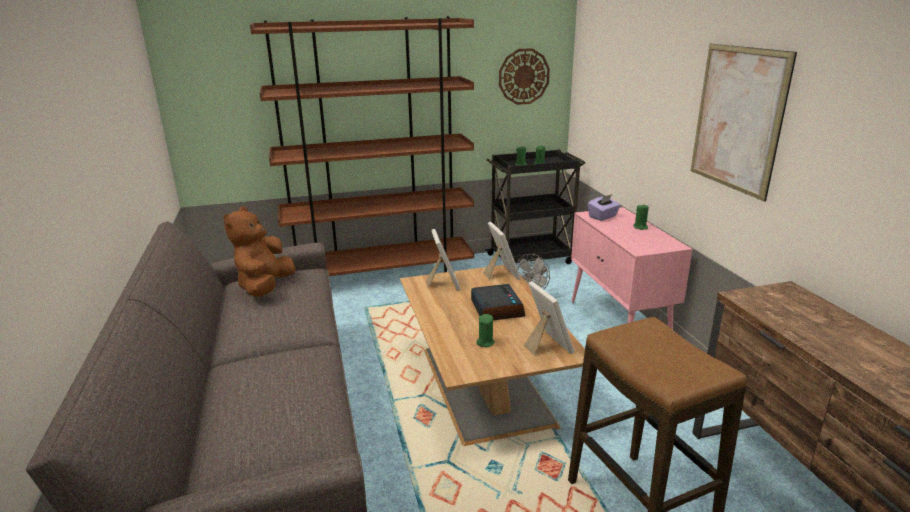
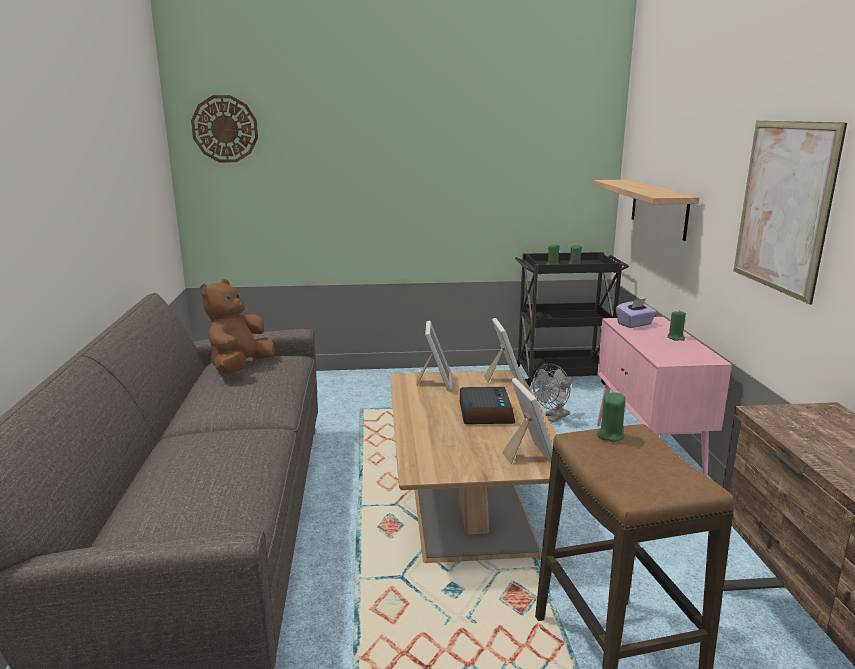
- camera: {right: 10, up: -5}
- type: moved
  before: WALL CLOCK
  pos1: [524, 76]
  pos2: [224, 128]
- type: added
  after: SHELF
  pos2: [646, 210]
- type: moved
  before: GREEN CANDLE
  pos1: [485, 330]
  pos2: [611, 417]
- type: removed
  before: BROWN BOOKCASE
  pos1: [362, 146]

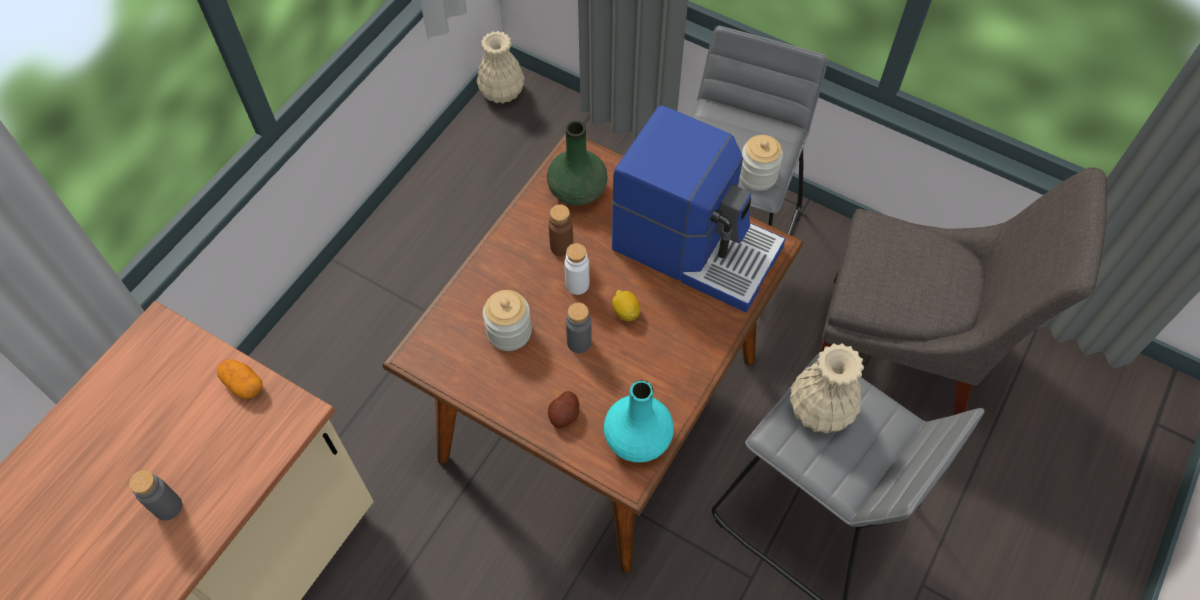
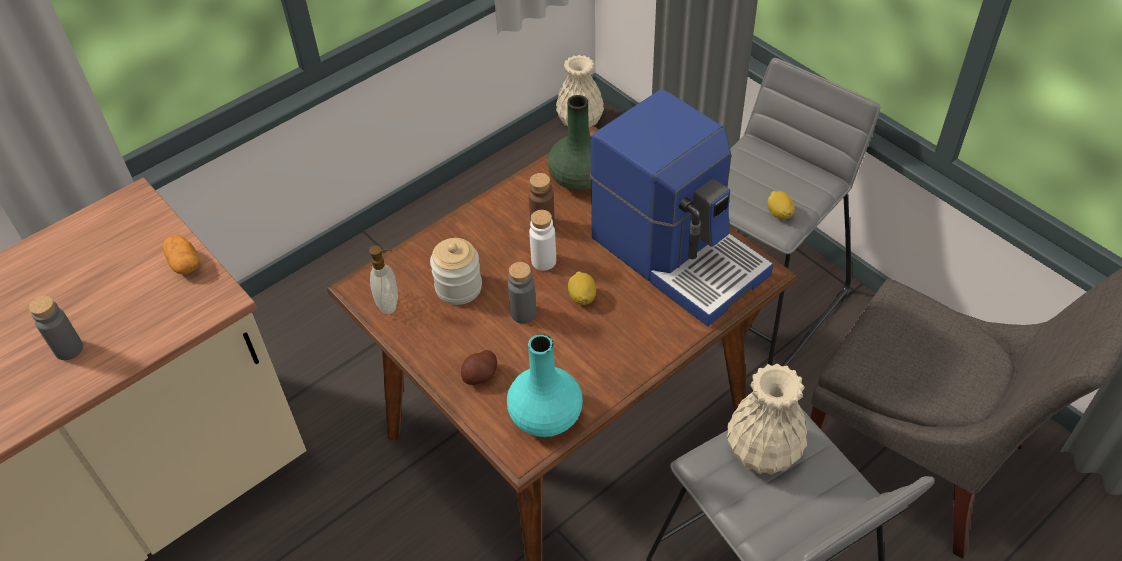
- camera: {right: 20, up: -10}
- type: added
  after: SOAP DISPENSER
  pos2: [383, 280]
- type: replaced
  before: JAR
  after: LEMON
  pos1: [761, 163]
  pos2: [781, 205]

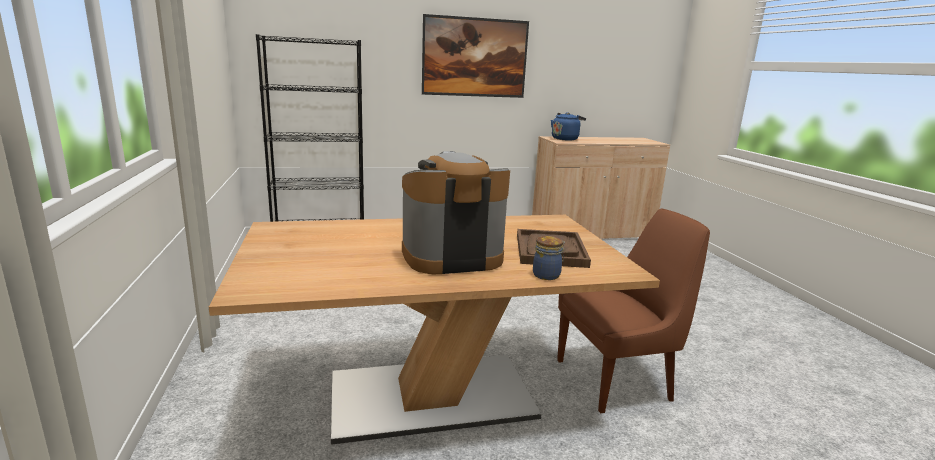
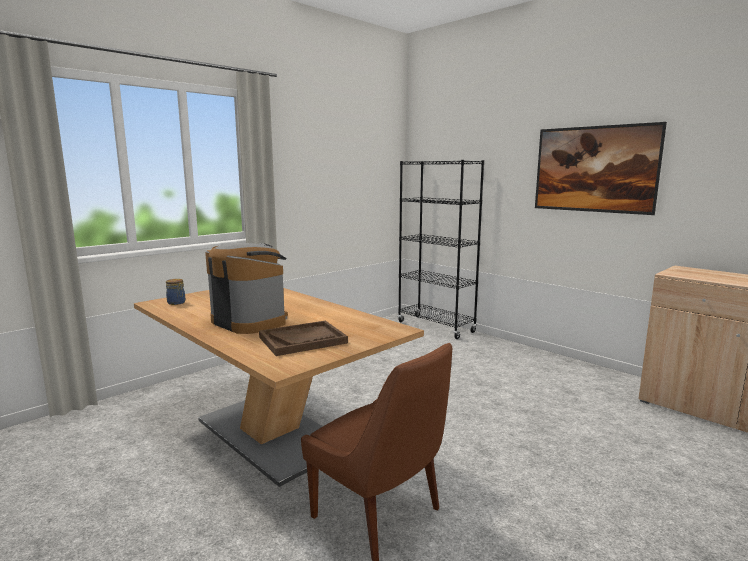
- camera: {right: 60, up: -5}
- type: moved
  before: JAR
  pos1: [549, 258]
  pos2: [175, 292]
- type: removed
  before: BLUE KETTLE
  pos1: [568, 126]

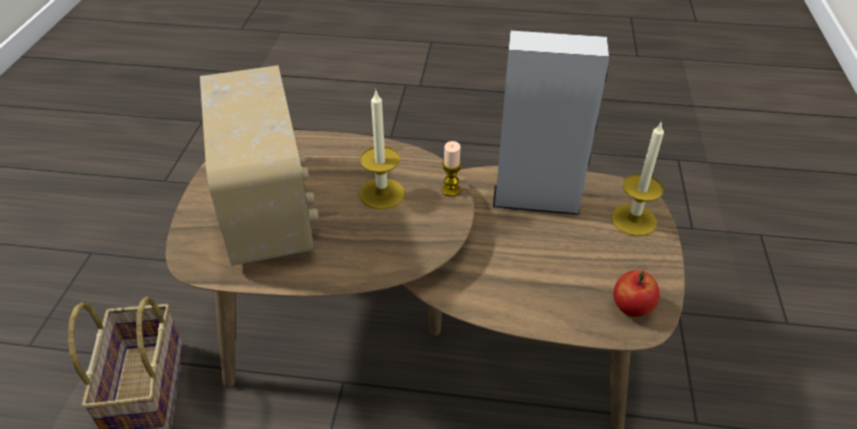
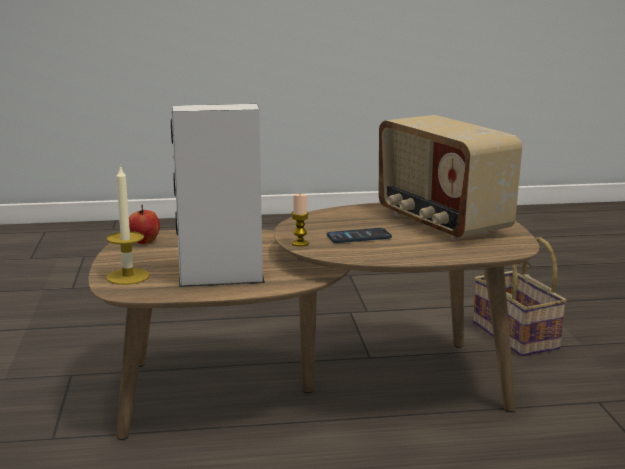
- camera: {right: 165, up: -25}
- type: replaced
  before: CANDLE
  after: PHONE
  pos1: [382, 149]
  pos2: [359, 235]

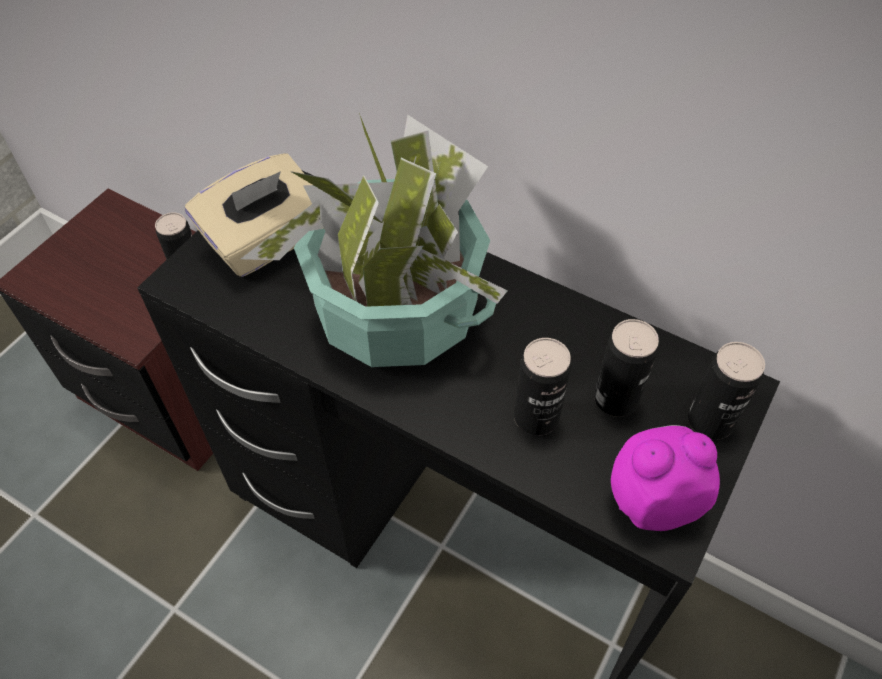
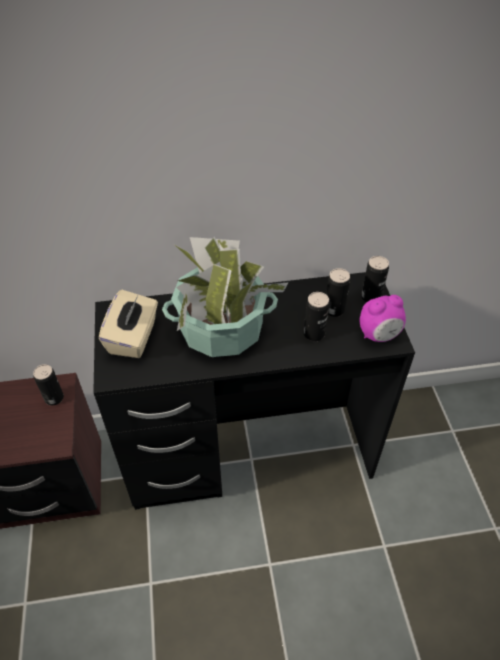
- camera: {right: -40, up: -5}
- type: turned
  before: ALARM CLOCK
  pos1: [665, 478]
  pos2: [383, 318]
  turn: -150

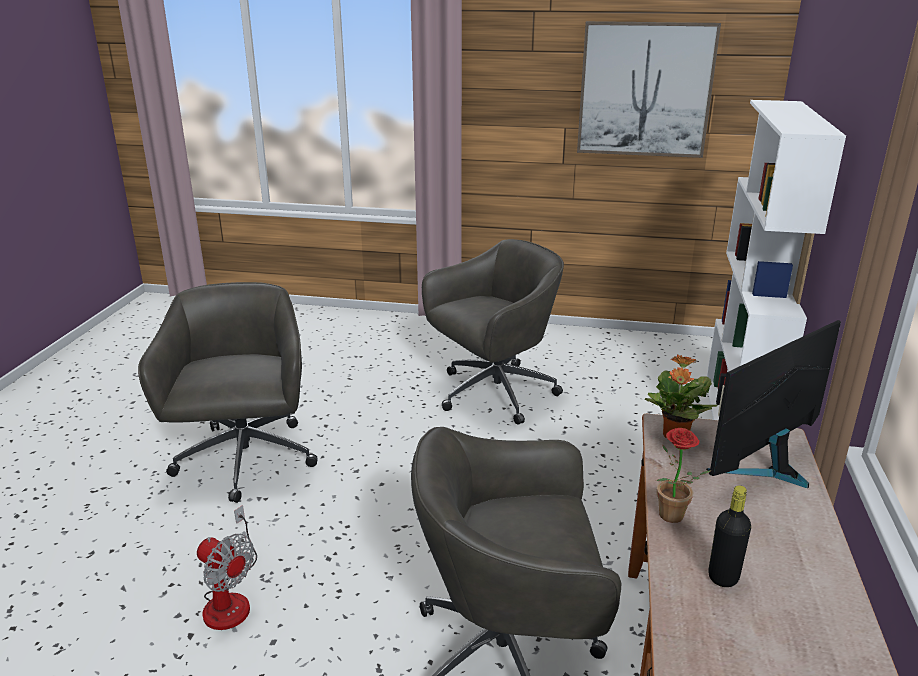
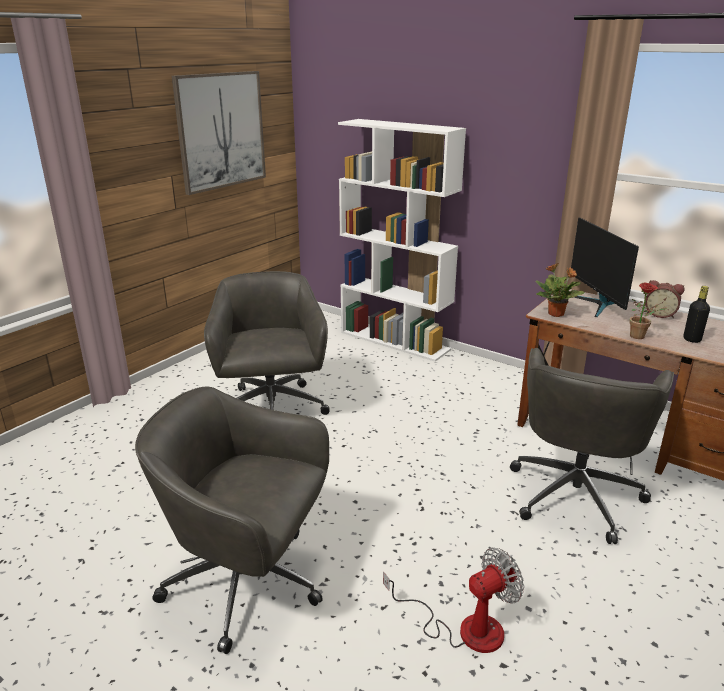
- camera: {right: -65, up: 0}
- type: added
  after: ALARM CLOCK
  pos2: [665, 299]

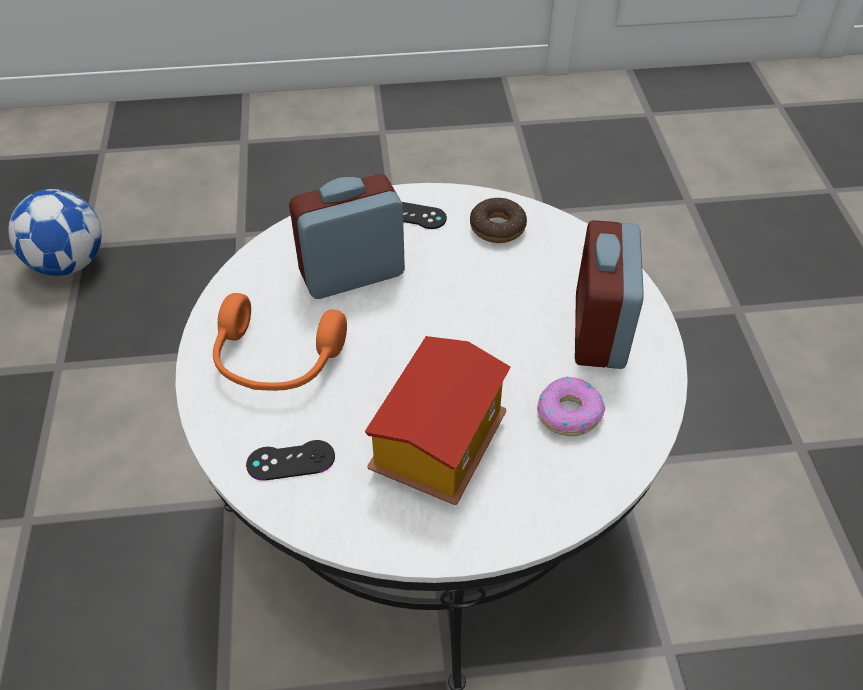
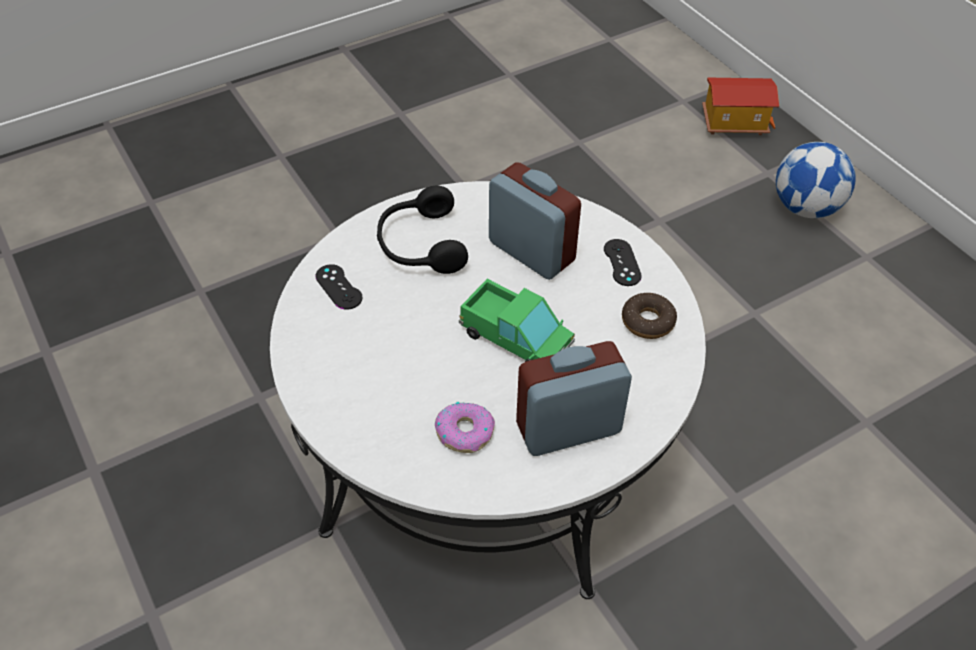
- camera: {right: 65, up: 0}
- type: recoloured
  before: ORANGE HEADPHONES
  after: BLACK HEADPHONES
  pos1: [280, 342]
  pos2: [422, 230]
- type: added
  after: TOY TRUCK
  pos2: [517, 320]
- type: moved
  before: TOY HOUSE
  pos1: [438, 420]
  pos2: [740, 106]
- type: moved
  before: FOOTBALL
  pos1: [55, 232]
  pos2: [816, 180]

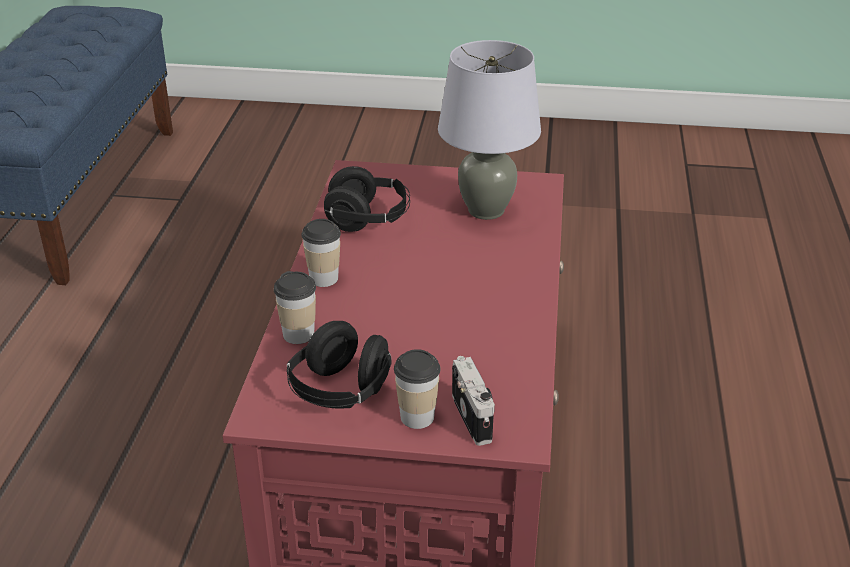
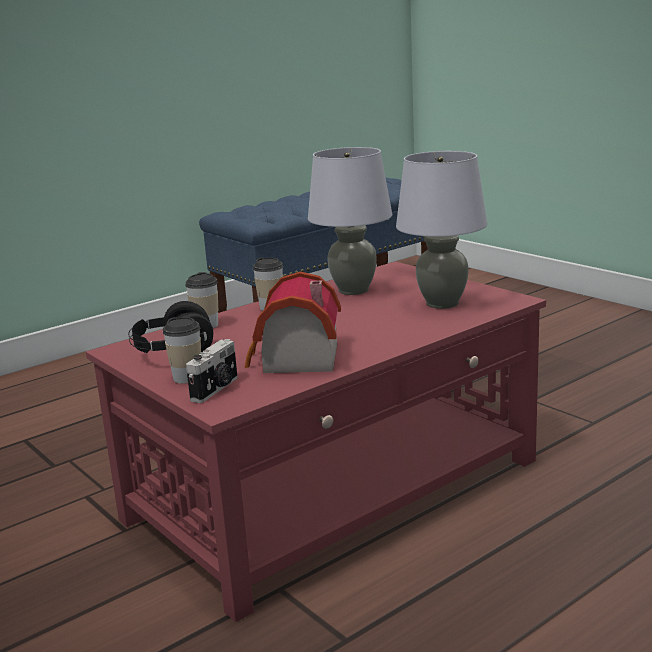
- camera: {right: 45, up: -15}
- type: added
  after: TOY HOUSE
  pos2: [293, 322]
- type: replaced
  before: BLACK HEADPHONES
  after: GREY TABLE LAMP
  pos1: [367, 199]
  pos2: [350, 221]

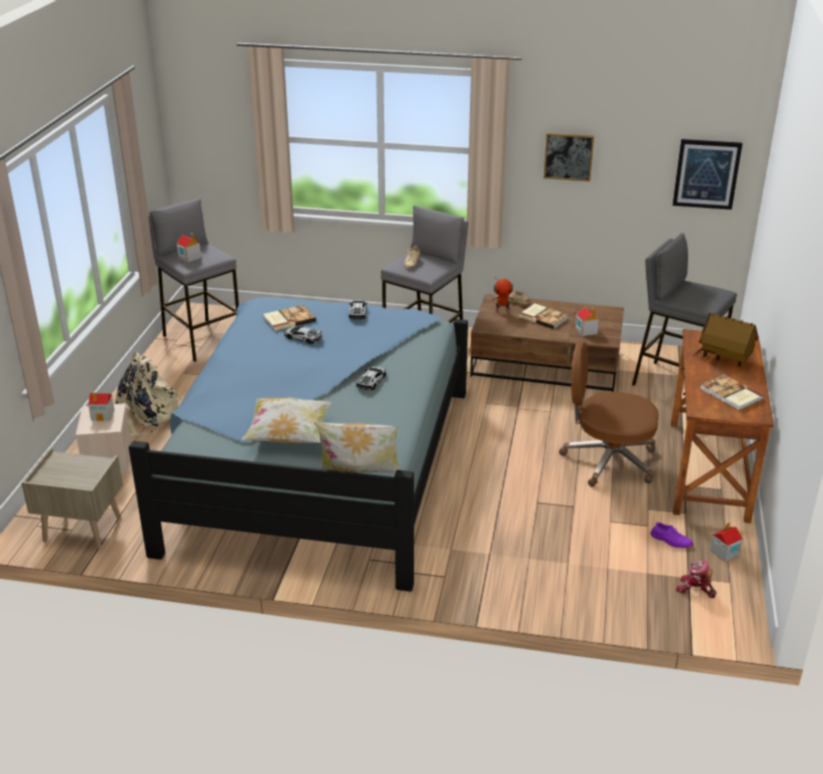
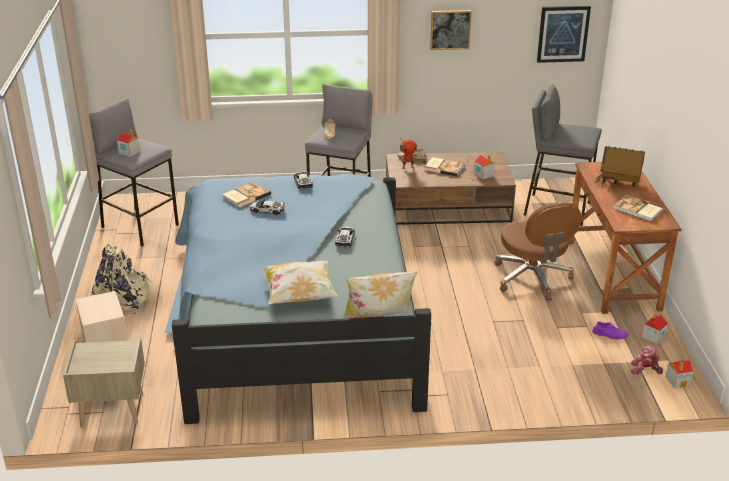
- camera: {right: -15, up: 0}
- type: turned
  before: BROWN OFFICE CHAIR
  pos1: [609, 414]
  pos2: [537, 251]
  turn: -105
- type: moved
  before: TOY HOUSE
  pos1: [101, 407]
  pos2: [680, 374]

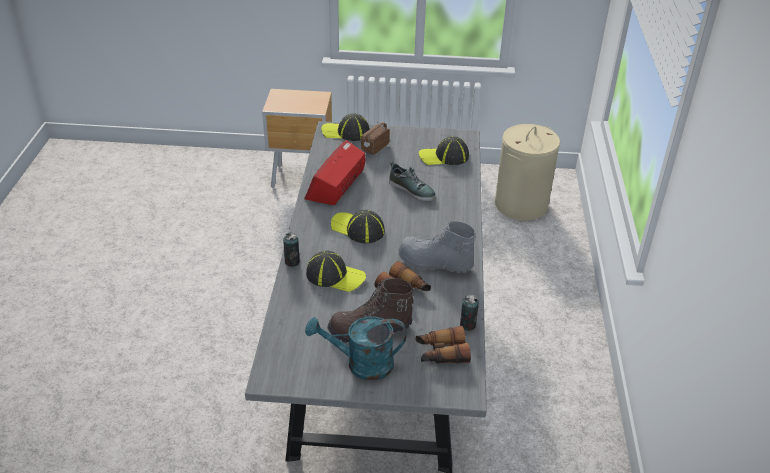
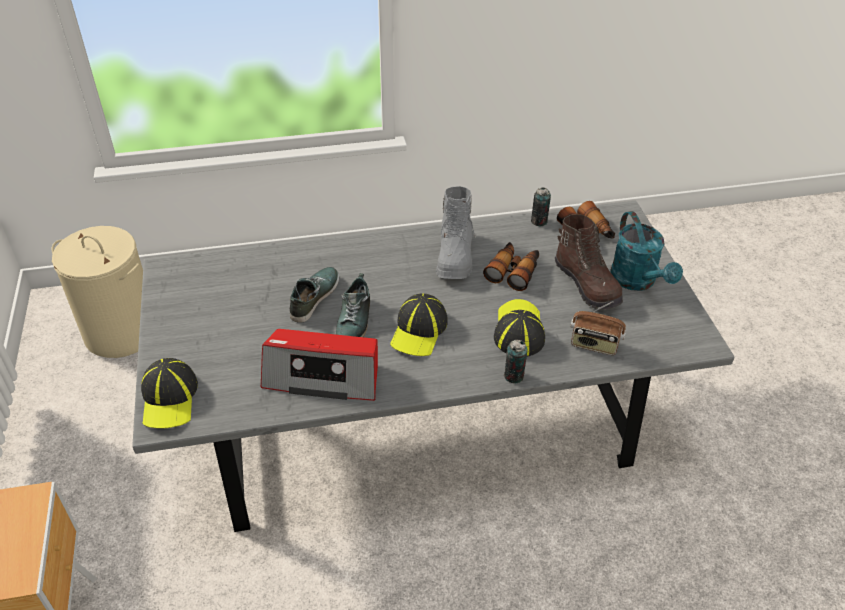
- camera: {right: -105, up: 5}
- type: added
  after: SHOE
  pos2: [352, 305]
- type: moved
  before: RADIO
  pos1: [375, 138]
  pos2: [598, 328]
- type: removed
  before: CAP
  pos1: [444, 150]

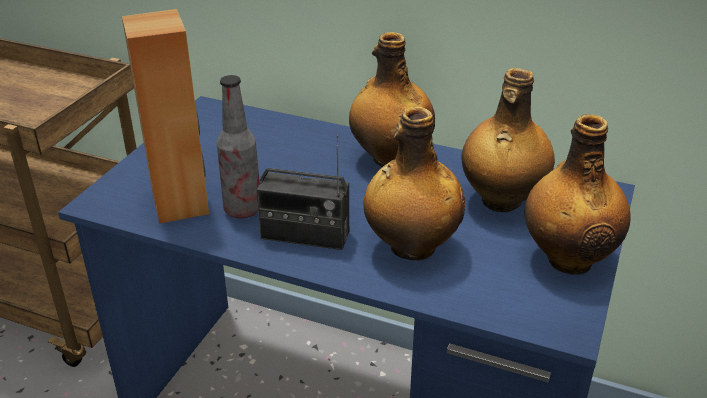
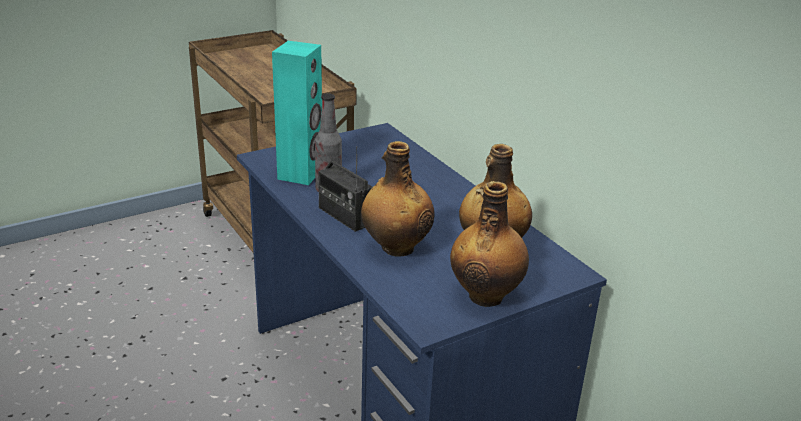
- camera: {right: 35, up: -5}
- type: recoloured
  before: BROWN SPEAKER
  after: TURQUOISE SPEAKER
  pos1: [165, 116]
  pos2: [297, 113]
- type: removed
  before: BOTTLE
  pos1: [392, 99]

